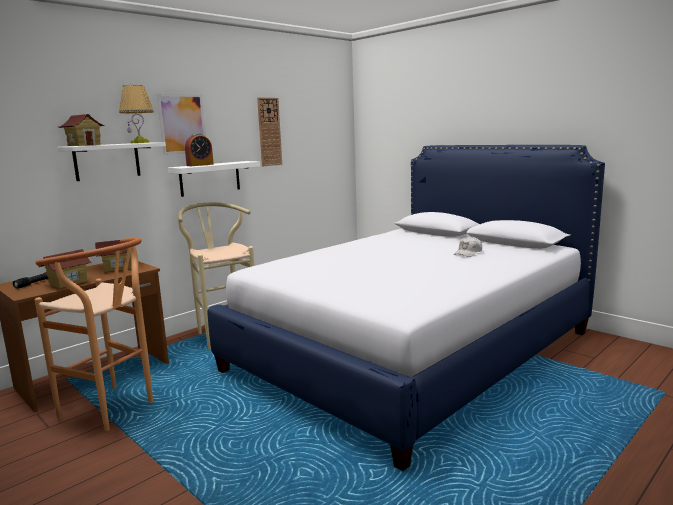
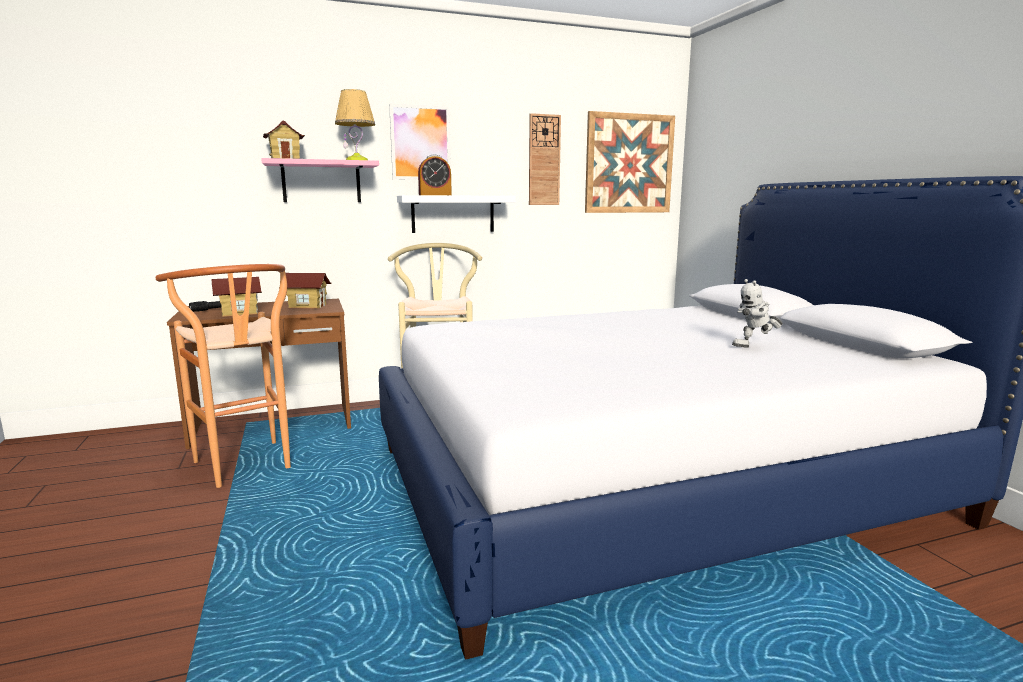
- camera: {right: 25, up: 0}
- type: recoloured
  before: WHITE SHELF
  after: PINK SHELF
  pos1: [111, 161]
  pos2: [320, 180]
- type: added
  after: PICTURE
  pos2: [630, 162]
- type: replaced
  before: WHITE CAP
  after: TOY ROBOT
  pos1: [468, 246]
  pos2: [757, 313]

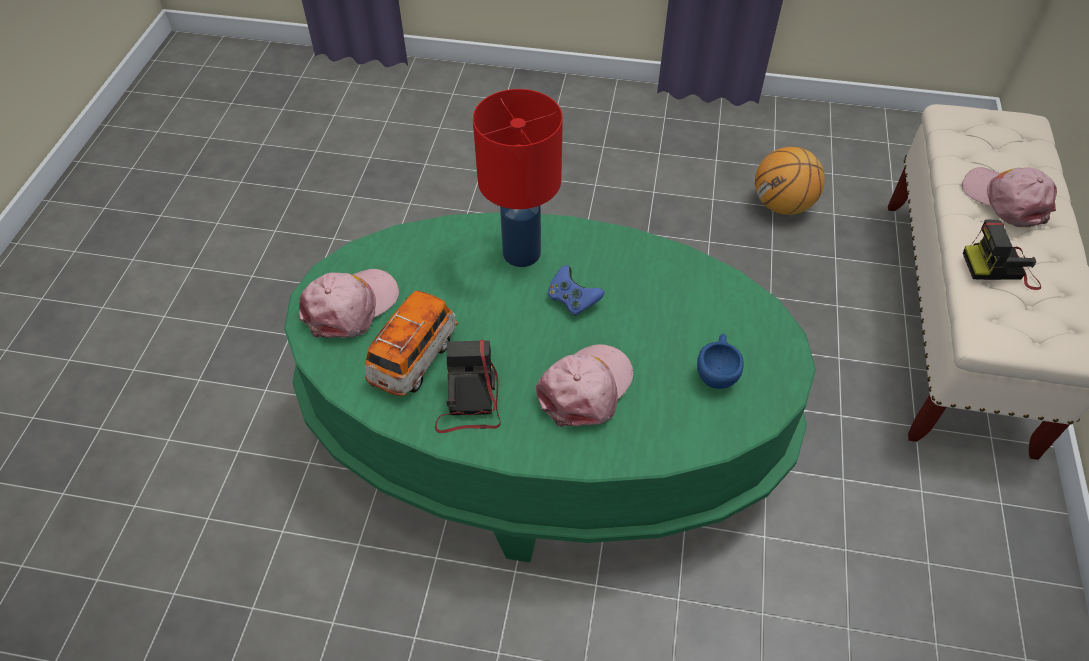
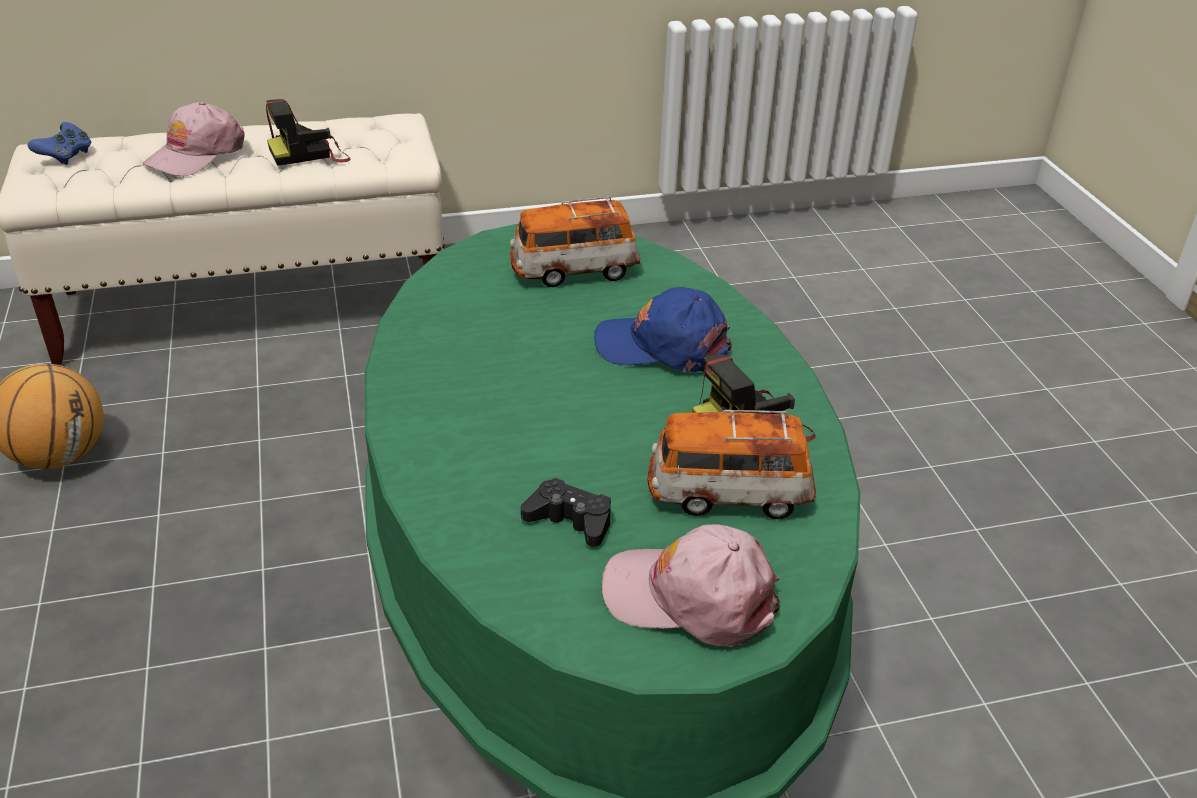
- camera: {right: -115, up: -15}
- type: moved
  before: BLUE GAME CONTROLLER
  pos1: [576, 290]
  pos2: [59, 143]
- type: turned
  before: PHOTO CAMERA
  pos1: [1002, 254]
  pos2: [308, 132]
  turn: 90
- type: replaced
  before: BLUE CUP
  after: TOY CAR
  pos1: [720, 361]
  pos2: [575, 242]
- type: added
  after: BLACK GAME CONTROLLER
  pos2: [566, 512]
- type: recoloured
  before: PINK CAP
  after: BLUE CAP
  pos1: [584, 385]
  pos2: [663, 329]
- type: removed
  before: RED TABLE LAMP
  pos1: [518, 178]

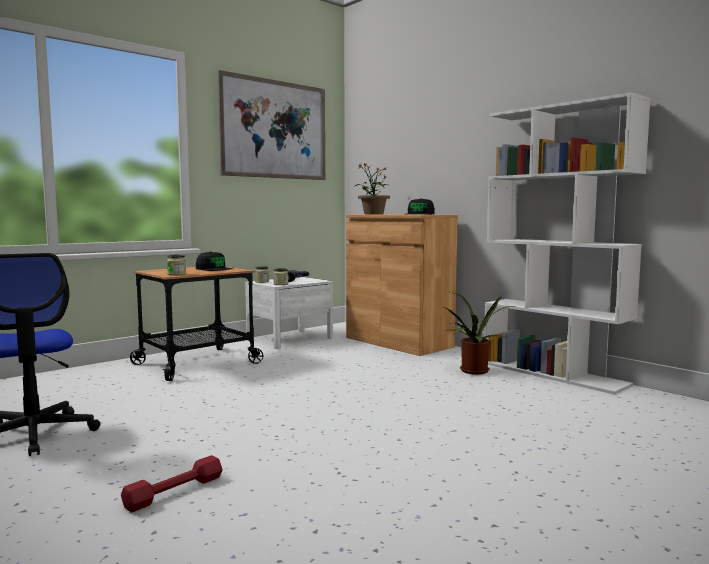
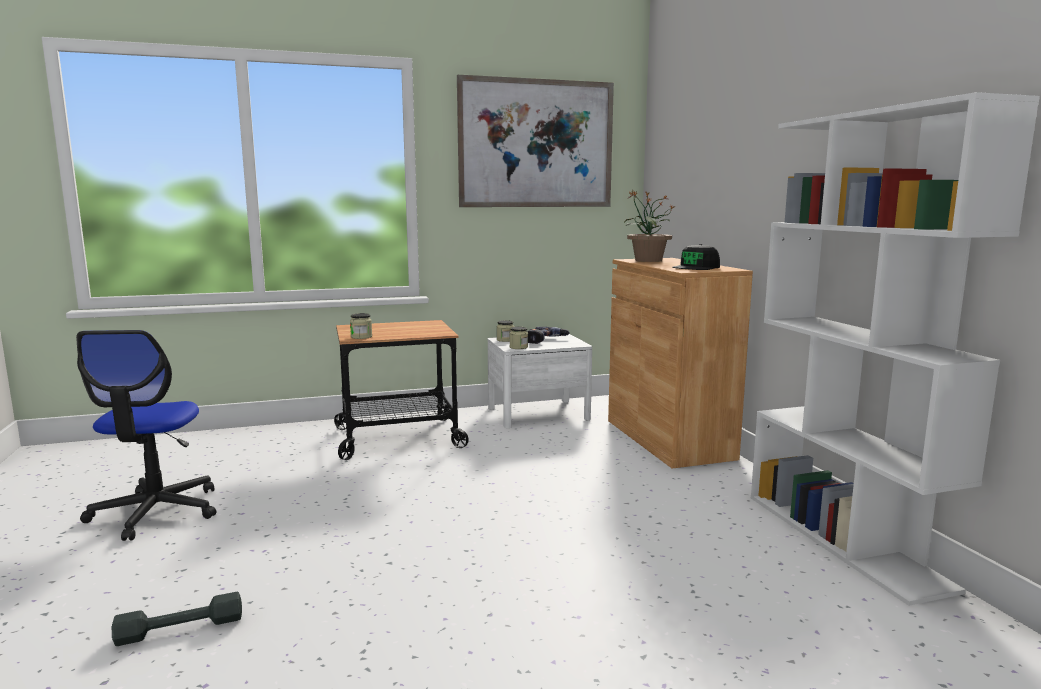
- camera: {right: 25, up: 5}
- type: recoloured
  before: RED DUMBBELL
  after: GREY DUMBBELL
  pos1: [172, 484]
  pos2: [177, 619]
- type: removed
  before: BLACK CAP
  pos1: [214, 261]
- type: removed
  before: POTTED PLANT
  pos1: [478, 332]

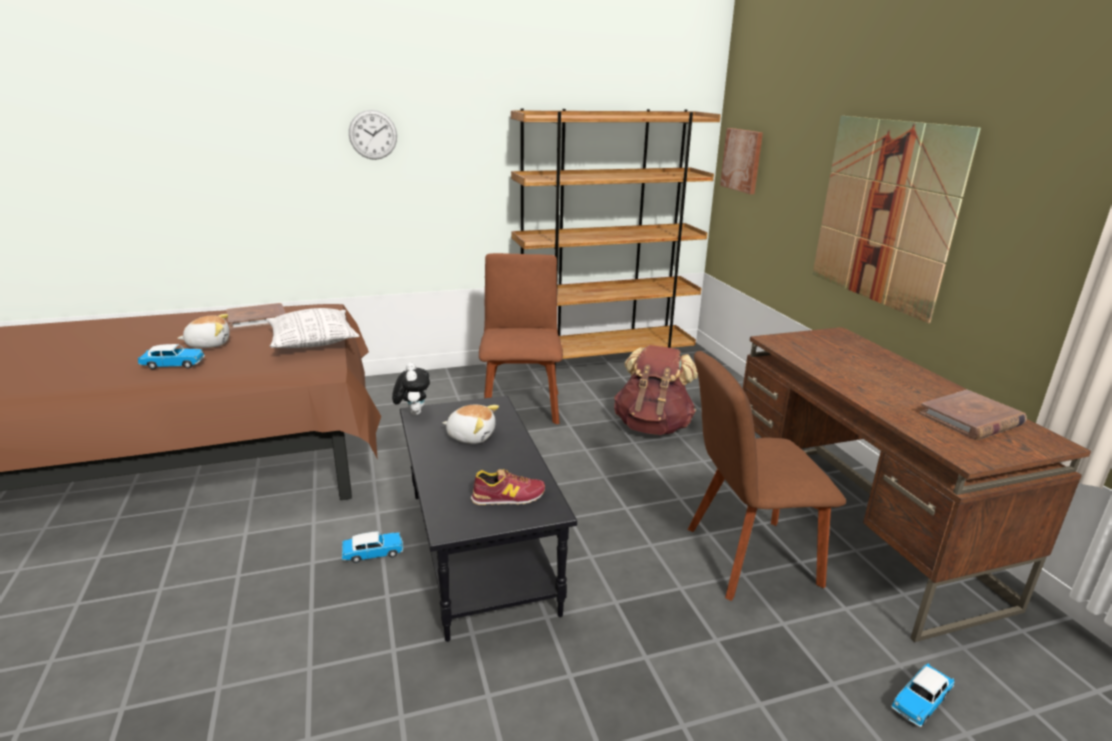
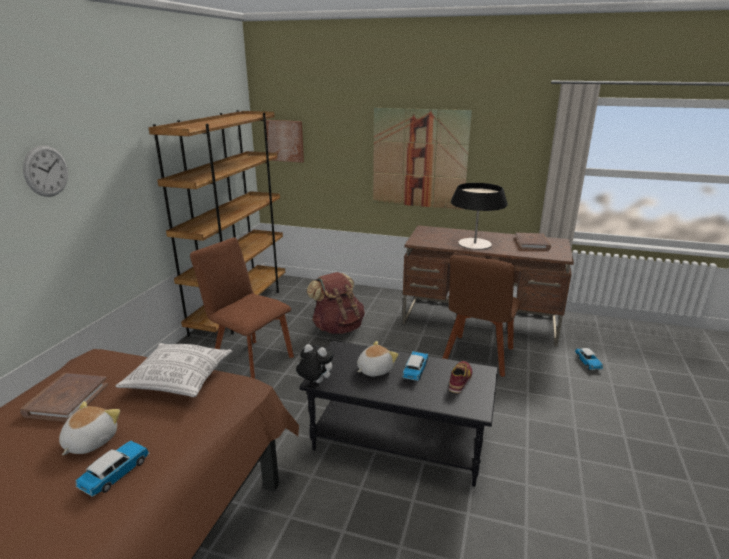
- camera: {right: -55, up: 0}
- type: moved
  before: TOY CAR
  pos1: [373, 547]
  pos2: [415, 366]
- type: added
  after: TABLE LAMP
  pos2: [479, 216]

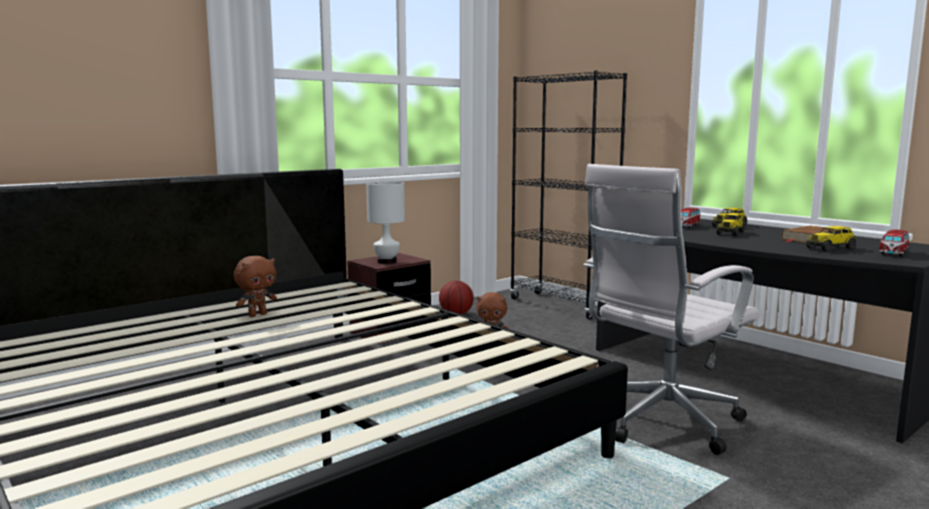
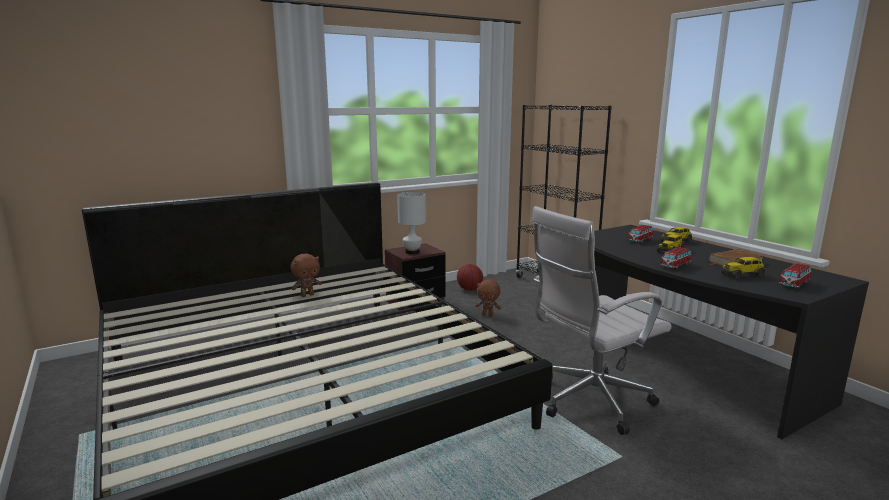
- camera: {right: 10, up: 5}
- type: added
  after: TOY CAR
  pos2: [676, 258]

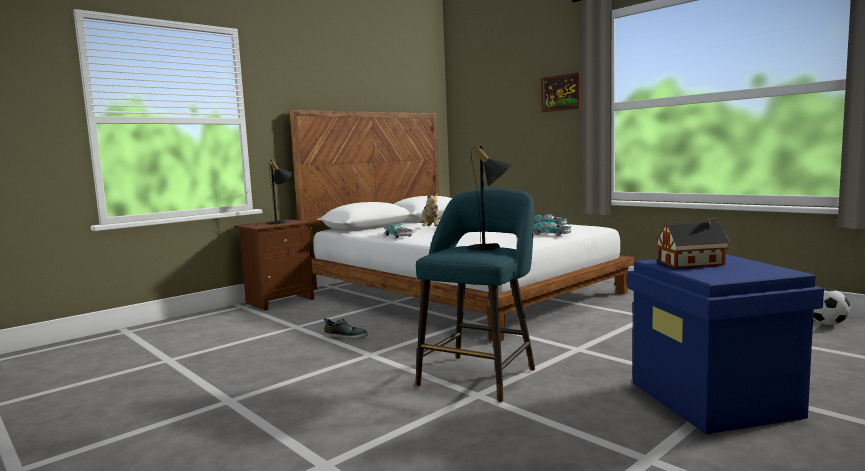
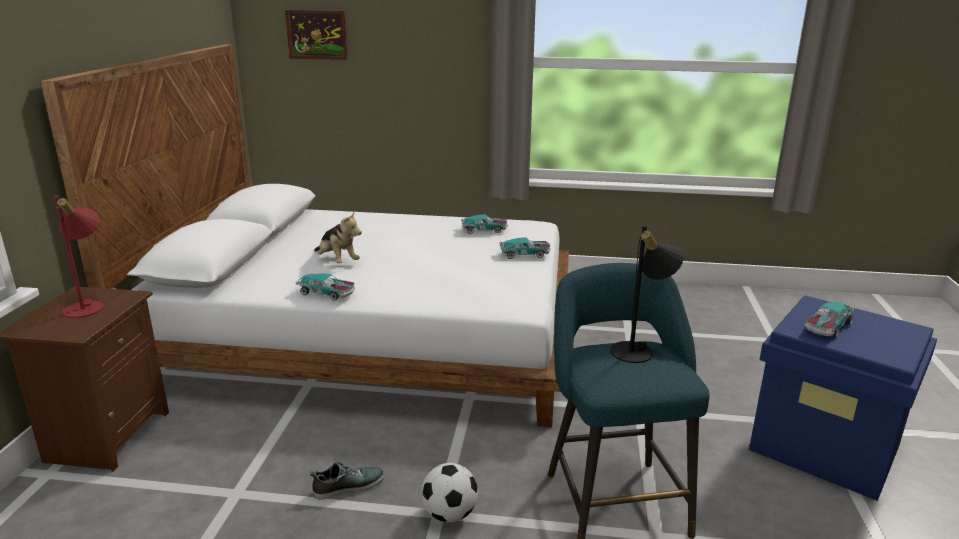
- camera: {right: -40, up: 15}
- type: recoloured
  before: BLACK TABLE LAMP
  after: RED TABLE LAMP
  pos1: [279, 192]
  pos2: [79, 257]
- type: moved
  before: PICTURE
  pos1: [561, 92]
  pos2: [316, 35]
- type: moved
  before: FOOTBALL
  pos1: [831, 307]
  pos2: [449, 492]
- type: replaced
  before: TOY HOUSE
  after: TOY CAR
  pos1: [693, 243]
  pos2: [829, 319]

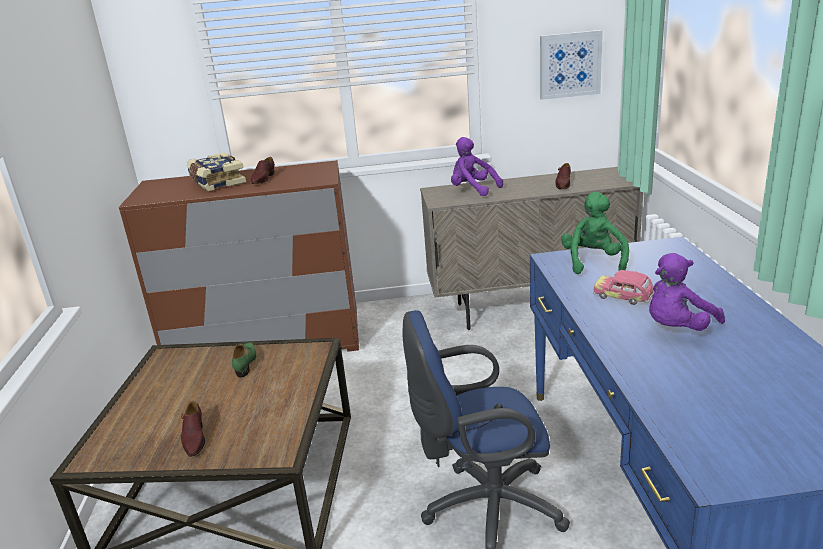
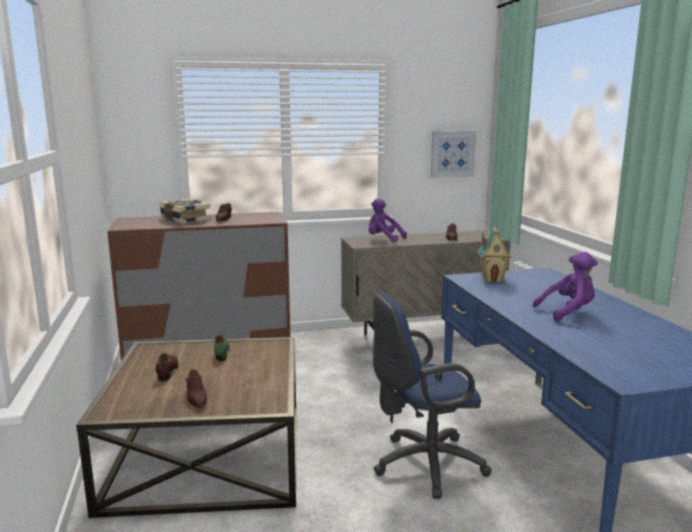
- camera: {right: -10, up: -10}
- type: added
  after: BROWN SHOE
  pos2: [167, 367]
- type: replaced
  before: GREEN PLUSH TOY
  after: TOY HOUSE
  pos1: [595, 233]
  pos2: [494, 255]
- type: turned
  before: PURPLE PLUSH TOY
  pos1: [687, 292]
  pos2: [565, 287]
  turn: -150
- type: removed
  before: TOY CAR
  pos1: [623, 287]

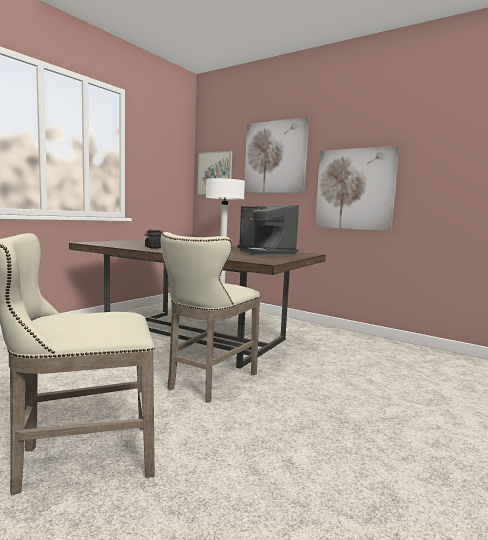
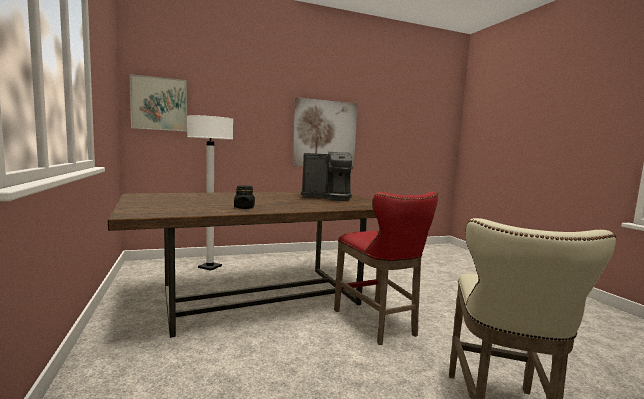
- camera: {right: -55, up: 0}
- type: recoloured
  before: BEIGE STOOL
  after: RED STOOL
  pos1: [211, 317]
  pos2: [386, 268]
- type: removed
  before: PICTURE
  pos1: [276, 155]

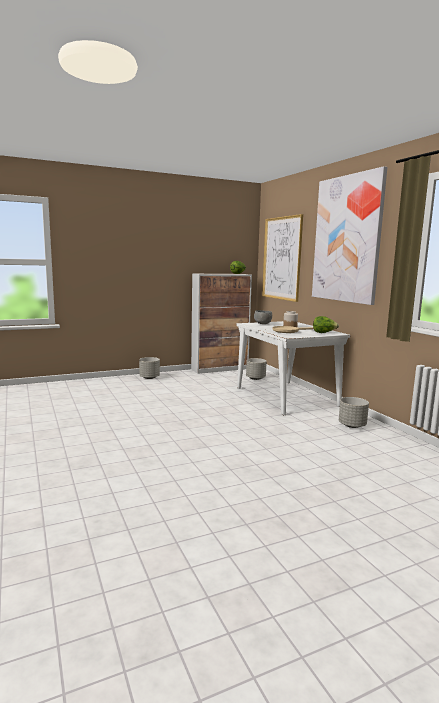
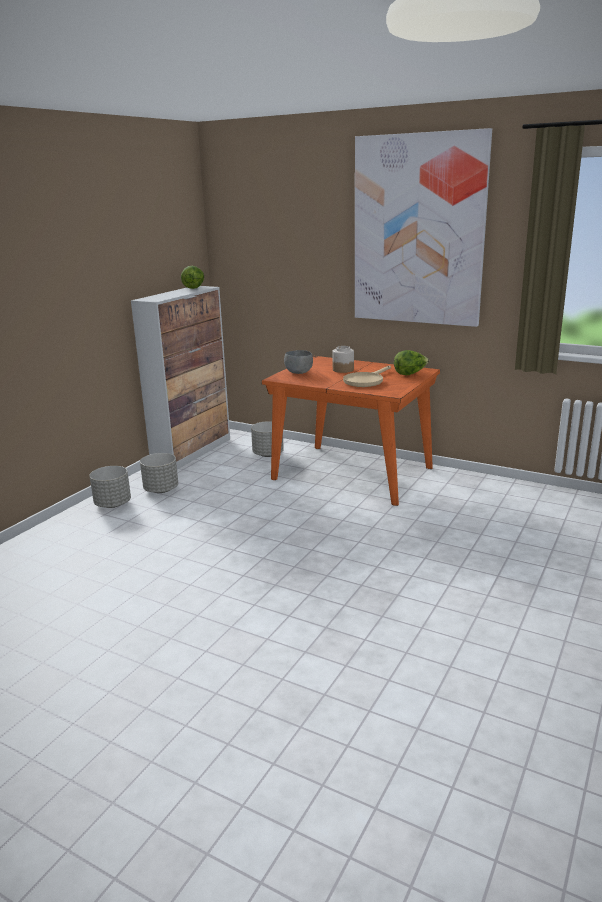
- camera: {right: -35, up: 10}
- type: moved
  before: GREY PLANTER
  pos1: [354, 412]
  pos2: [159, 473]
- type: recoloured
  before: WHITE DINING TABLE
  after: ORANGE DINING TABLE
  pos1: [293, 368]
  pos2: [351, 431]
- type: removed
  before: PICTURE
  pos1: [282, 258]

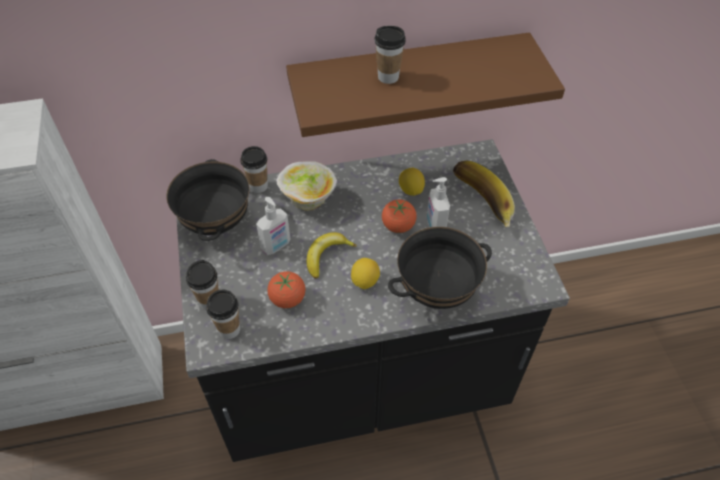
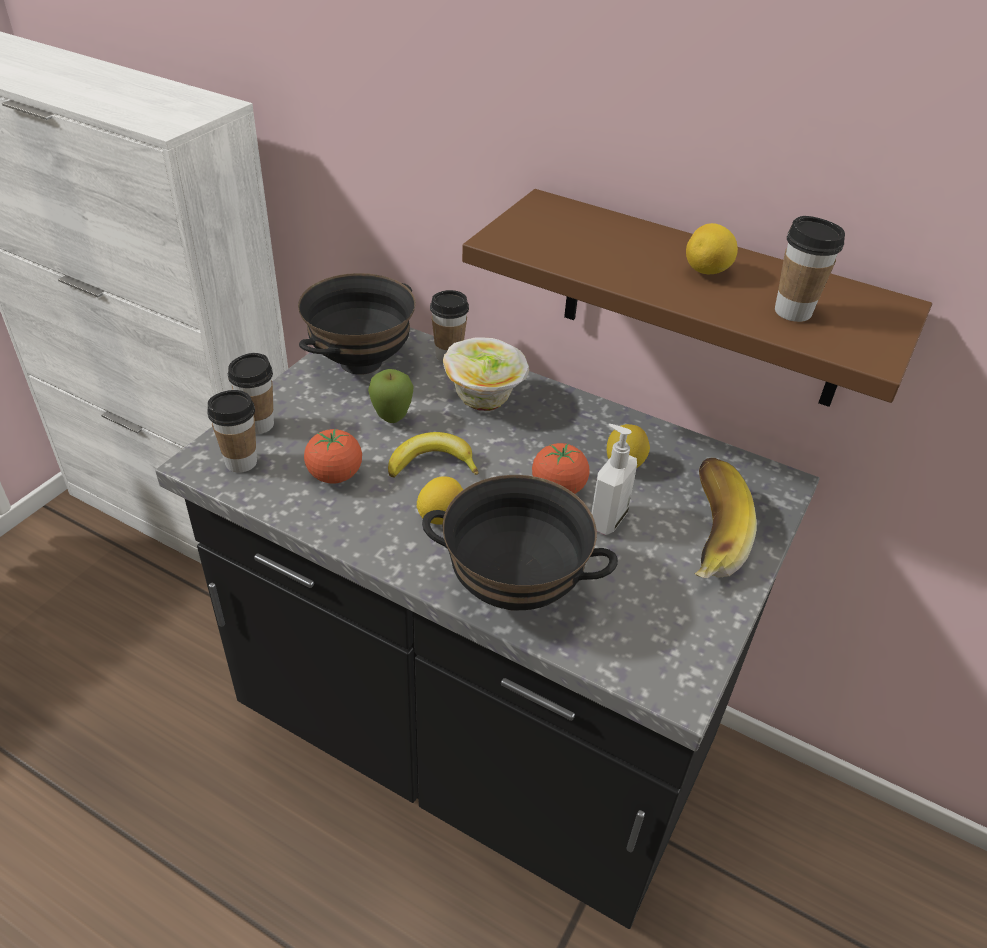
- camera: {right: 40, up: -10}
- type: replaced
  before: SOAP DISPENSER
  after: APPLE
  pos1: [273, 226]
  pos2: [391, 396]
- type: added
  after: LEMON
  pos2: [712, 248]
- type: moved
  before: CUP
  pos1: [390, 55]
  pos2: [810, 269]

